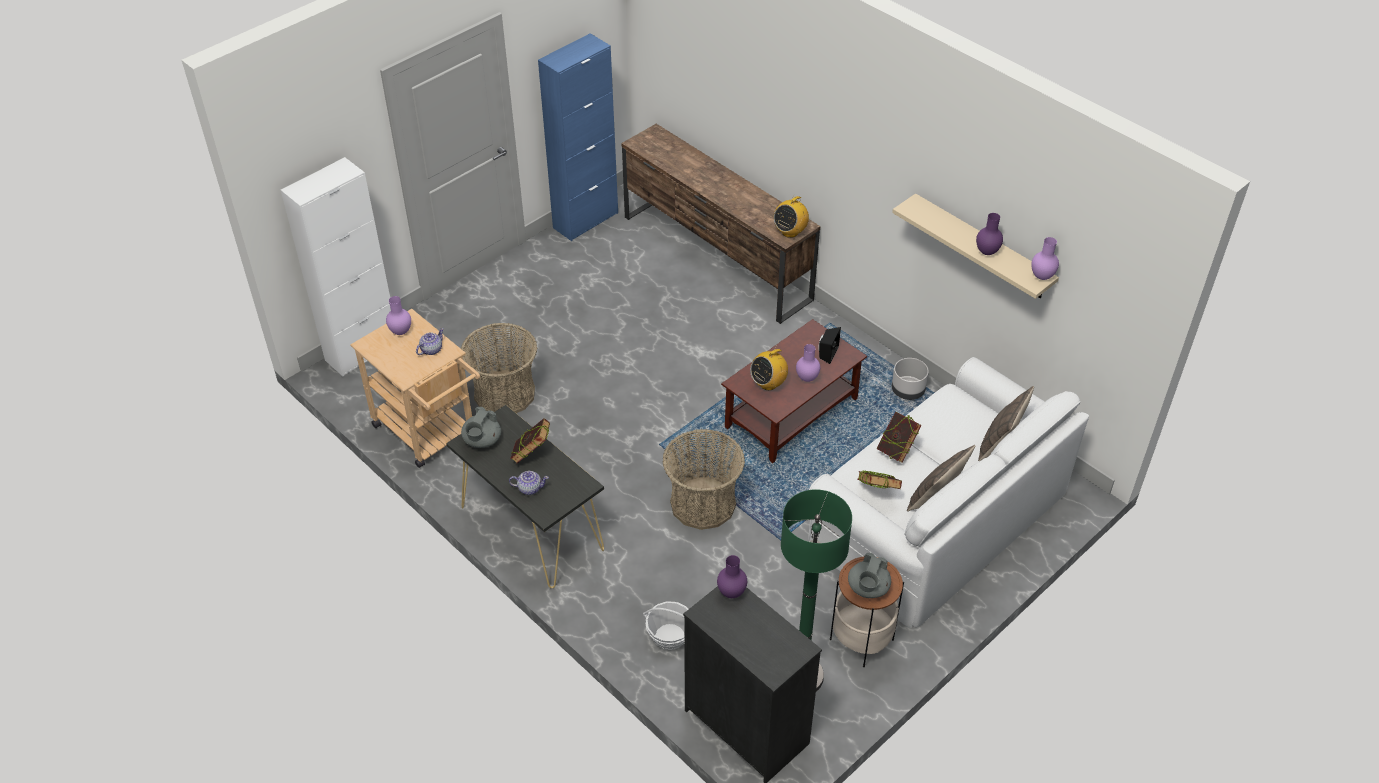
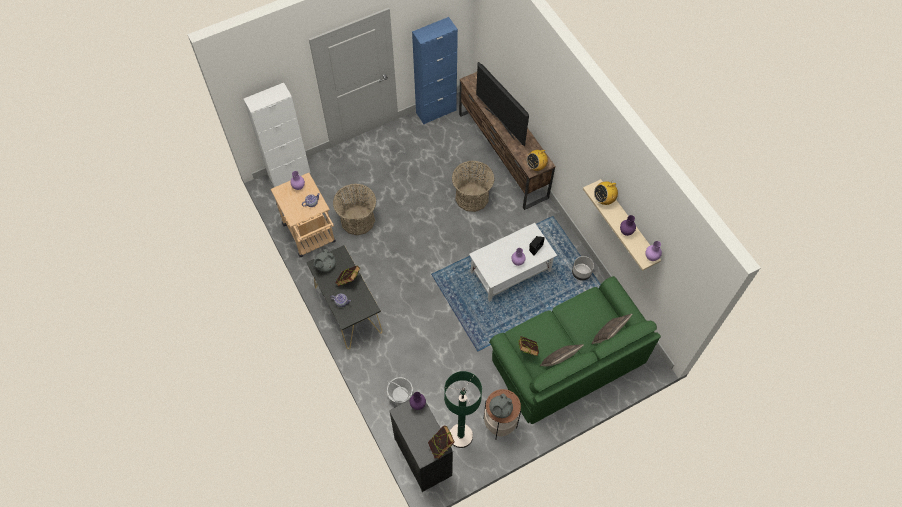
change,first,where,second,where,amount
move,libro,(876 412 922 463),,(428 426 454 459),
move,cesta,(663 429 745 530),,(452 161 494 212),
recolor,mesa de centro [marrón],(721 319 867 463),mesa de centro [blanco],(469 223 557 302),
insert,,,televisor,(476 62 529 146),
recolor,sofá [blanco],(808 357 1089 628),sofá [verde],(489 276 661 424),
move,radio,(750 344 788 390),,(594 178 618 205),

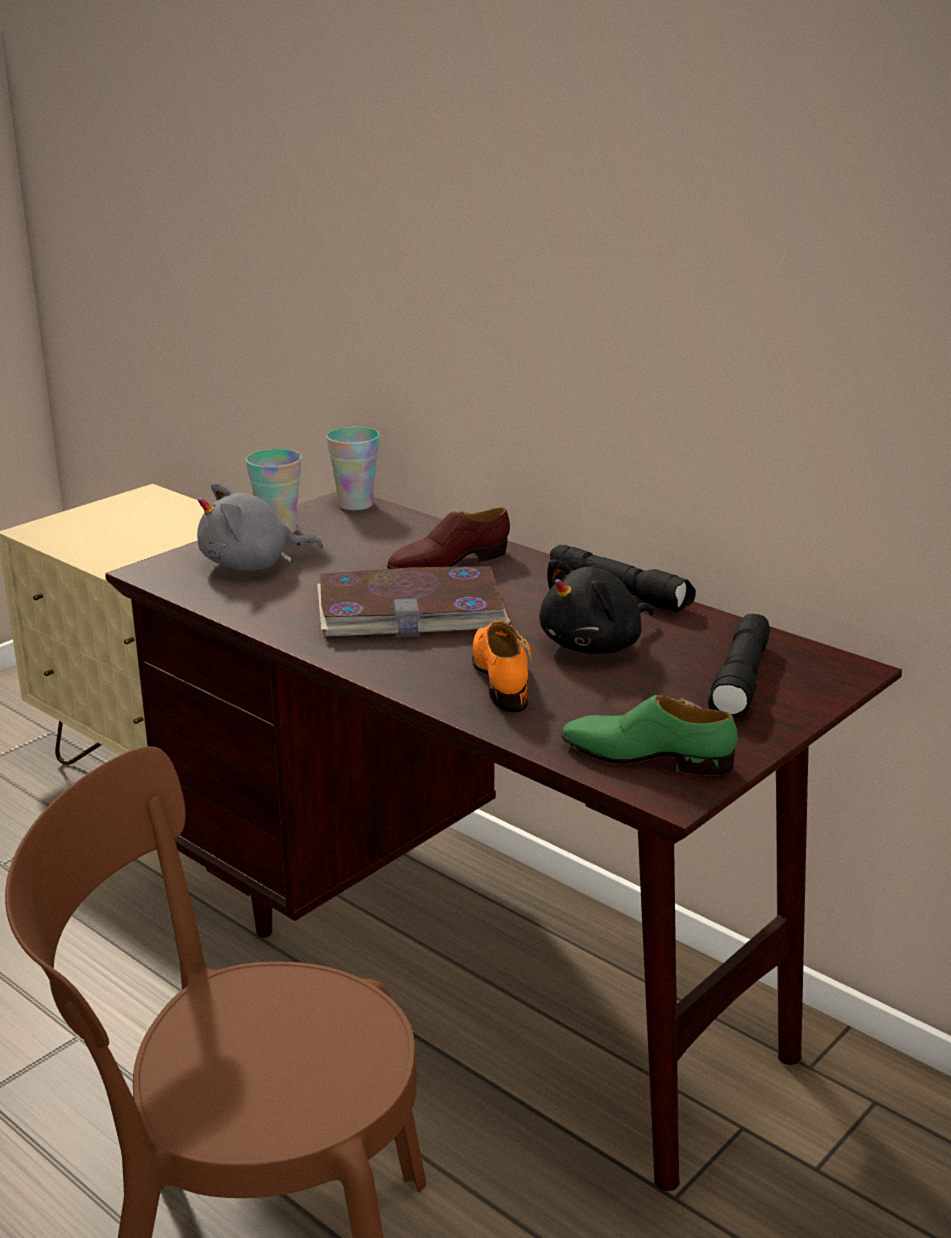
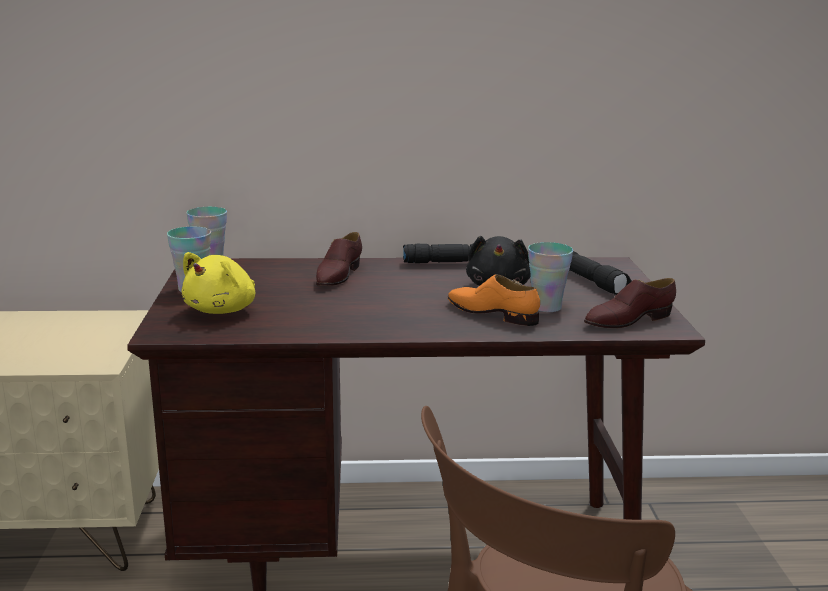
change,first,where,second,where,amount
recolor,peluche [gris],(197 483 323 571),peluche [amarillo],(181 252 255 314),
insert,,,taza,(528 242 573 312),
recolor,zapato [verde],(562 695 738 776),zapato [marrón],(584 278 676 328),
delete,libro,(317 566 510 638),,,

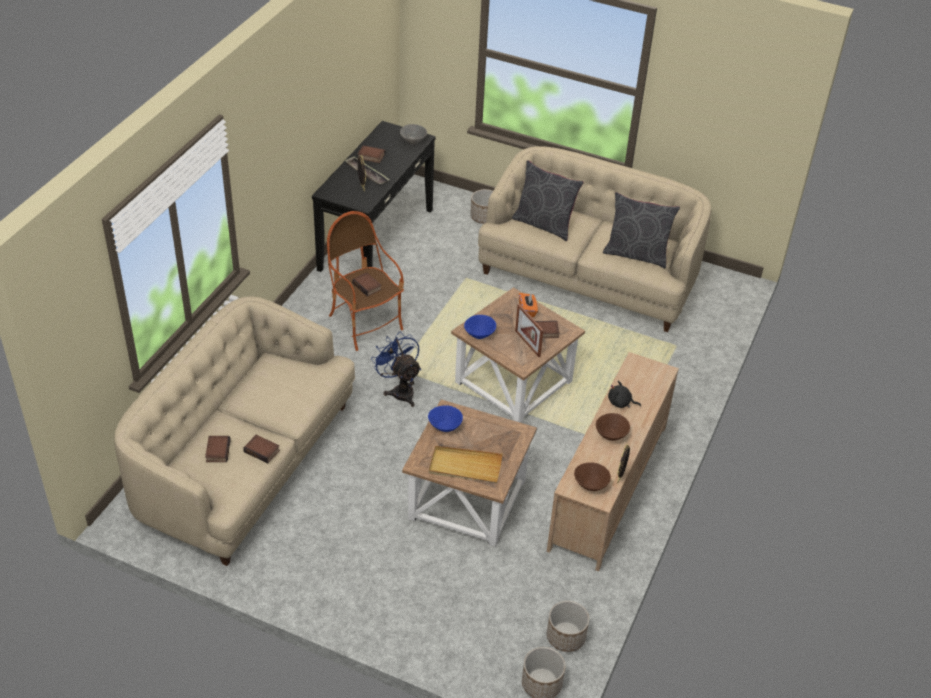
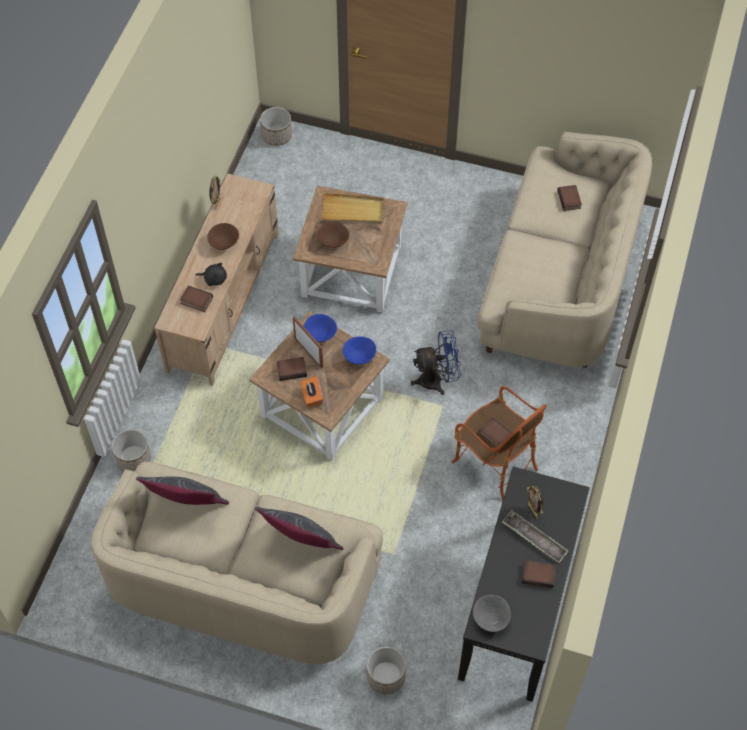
change,first,where,second,where,amount
move,maceta,(547 601 589 652),,(112 429 151 471),
move,libro,(243 435 280 463),,(180 286 213 312),
move,cuenco [azul],(428 405 463 432),,(304 314 337 342),
move,cuenco [marrón],(574 463 611 491),,(317 222 349 248),
rotate,ventilador [azul],(371 333 421 407),,(411 330 461 395),60 degrees counterclockwise

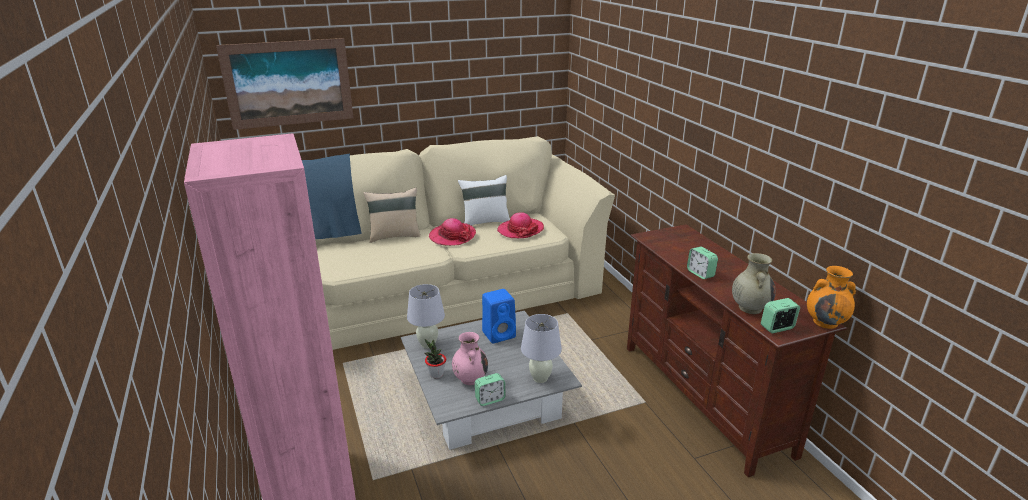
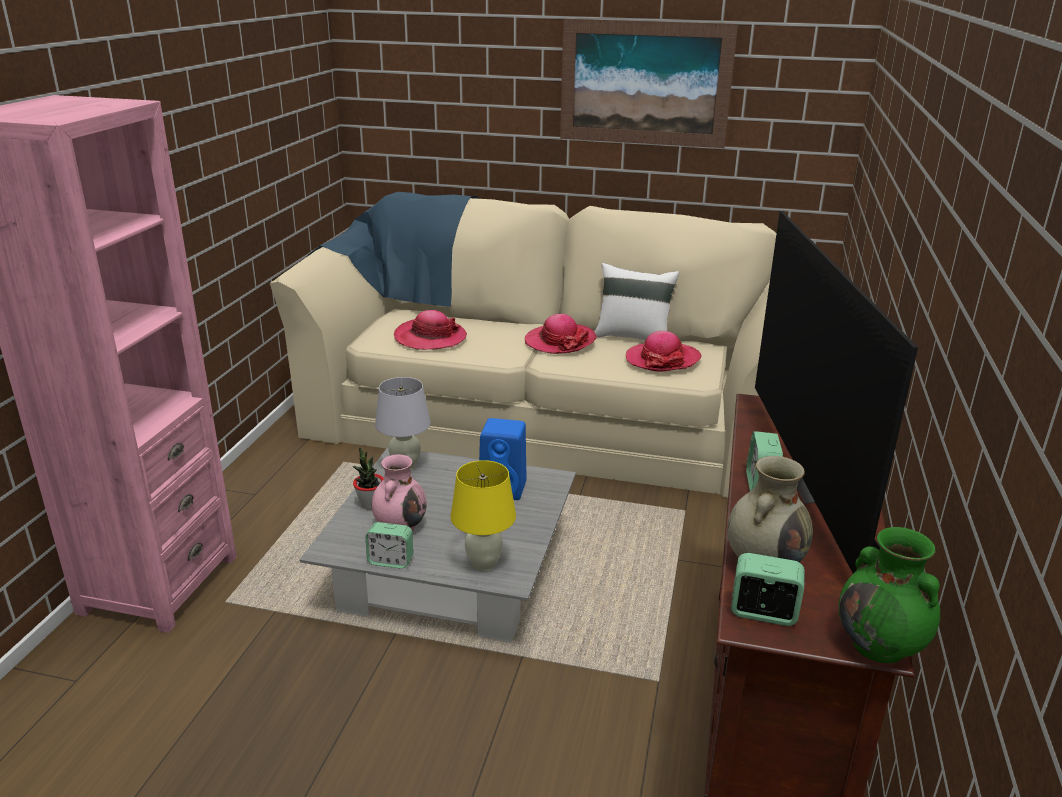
change,first,where,second,where,amount
insert,,,sombrero,(394 310 467 350),
recolor,lámpara de mesa [blanco],(521 314 562 383),lámpara de mesa [amarillo],(450 460 516 572),
move,cuadro,(216 38 353 130),,(560 18 738 148),
insert,,,televisor,(755 211 918 573),
recolor,florero [naranja],(807 266 856 329),florero [verde],(839 527 940 663),
delete,cojín [beis],(363 188 420 243),,,

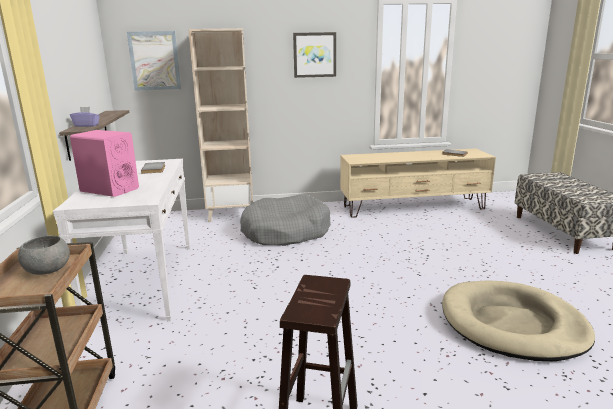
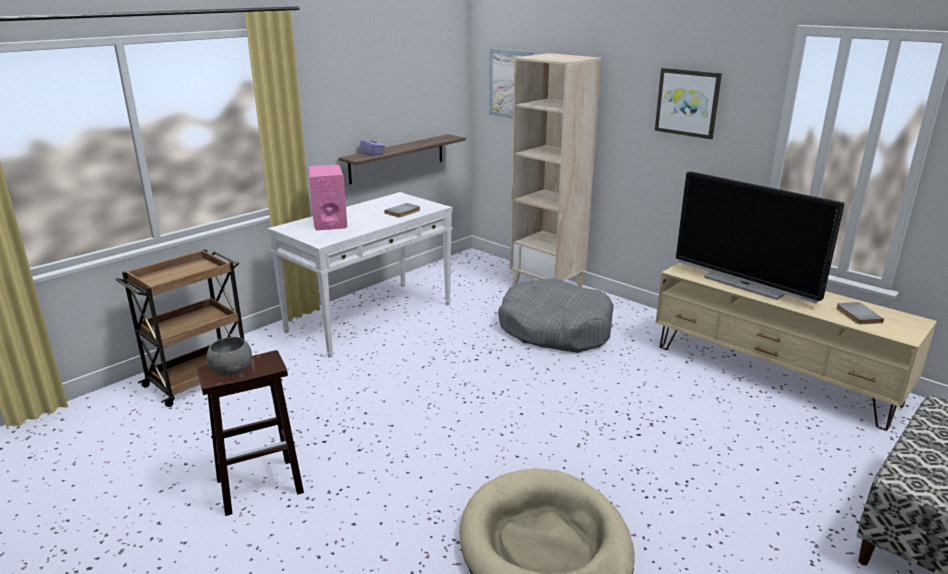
change,first,where,second,where,amount
move,cuenco [gris],(18 236 70 275),,(207 337 252 376),
insert,,,televisor,(676 171 844 303),

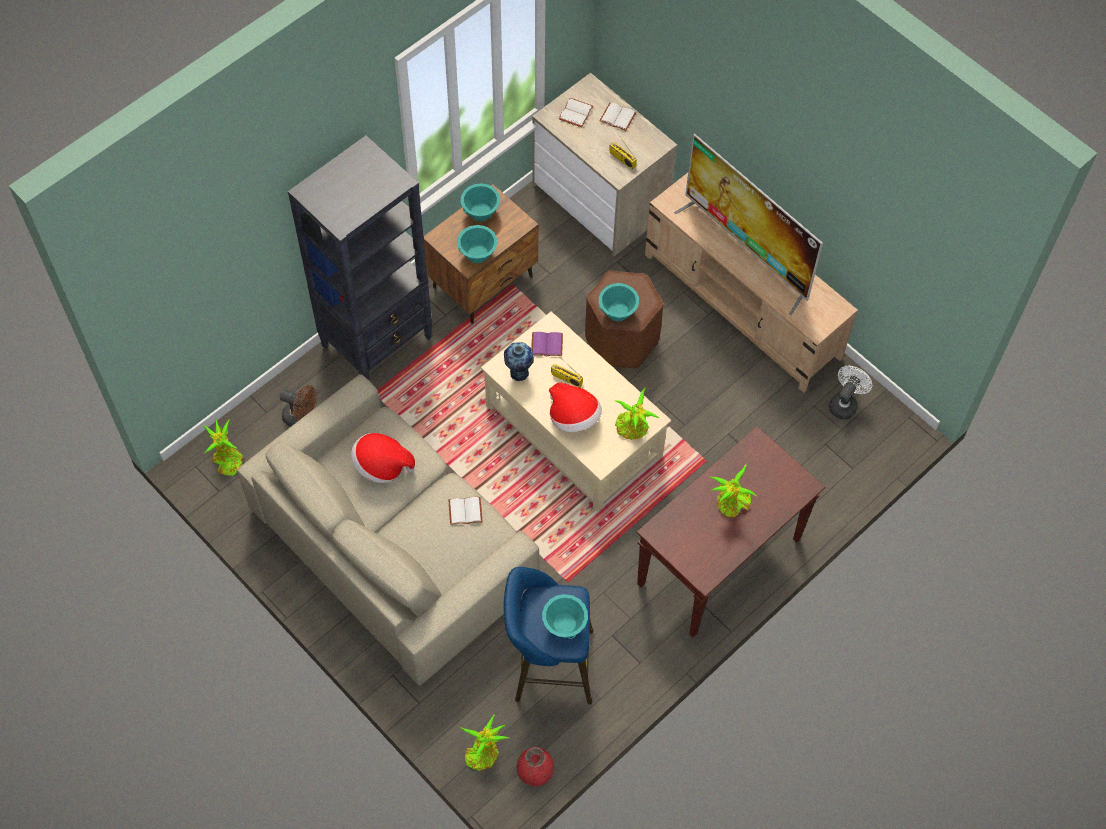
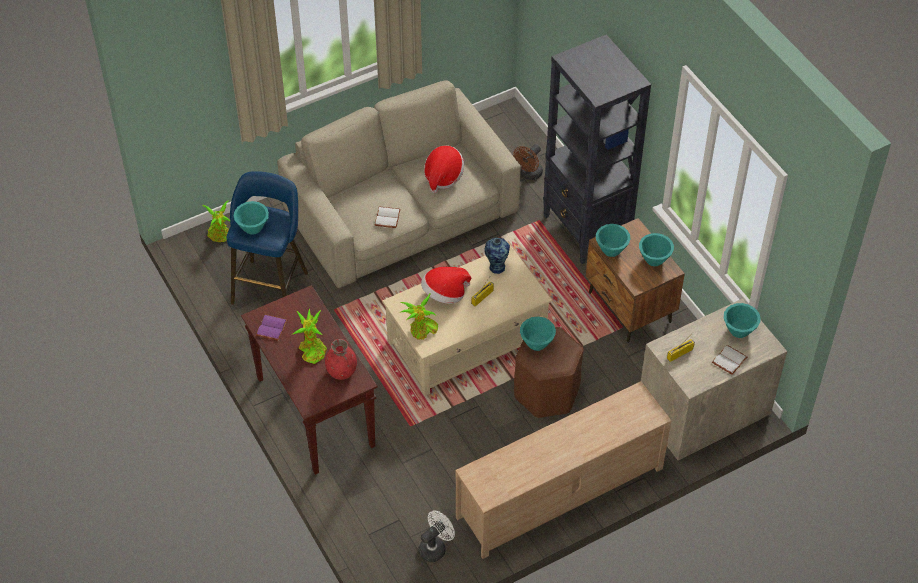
change,first,where,second,where,amount
move,libro [morado],(532 332 563 356),,(256 314 288 341),
move,florero [rojo],(517 747 554 787),,(325 339 357 380),
rotate,ventilador [blanco],(829 366 872 419),,(418 510 455 562),90 degrees counterclockwise
replace,libro [blanco],(559 98 594 127),cuenco [turquesa],(724 303 761 338),
delete,planta en maceta,(203 419 243 476),,,
delete,televisor,(674 134 823 315),,,

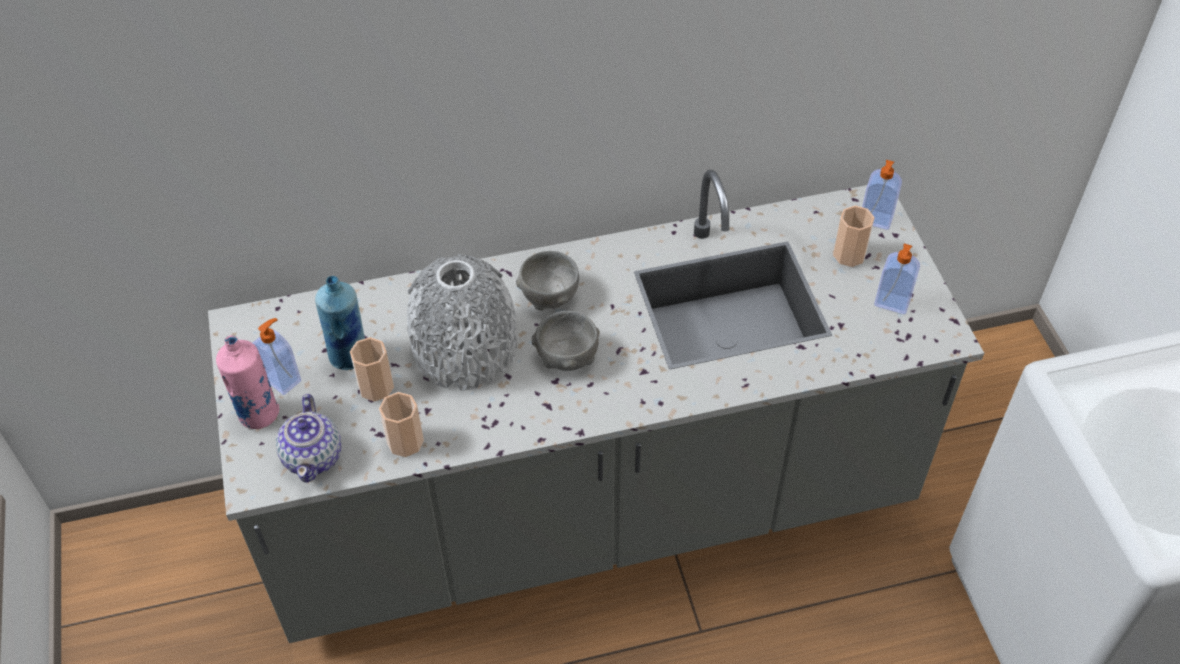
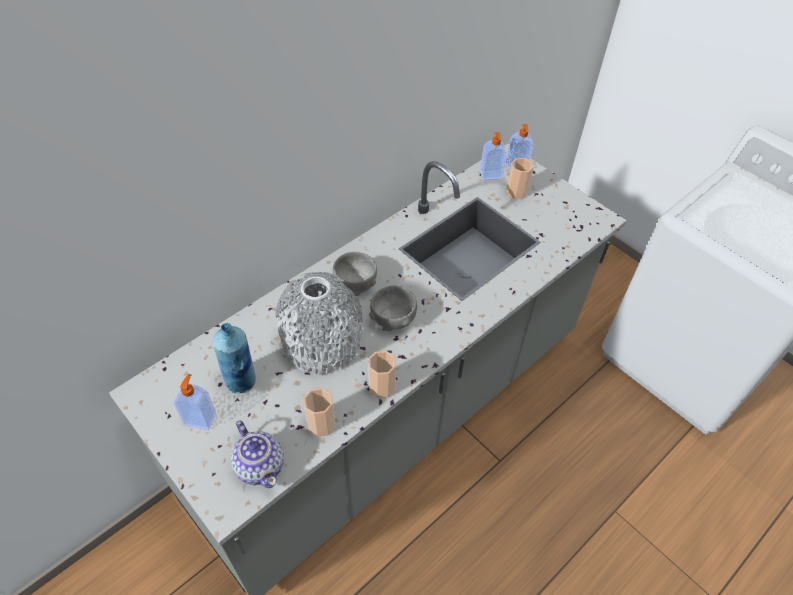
change,first,where,second,where,amount
move,taza,(350 337 394 401),,(368 351 396 398),
move,dispensador de jabón,(874 244 920 314),,(480 132 507 180),
delete,botella [rosa],(216 335 279 429),,,

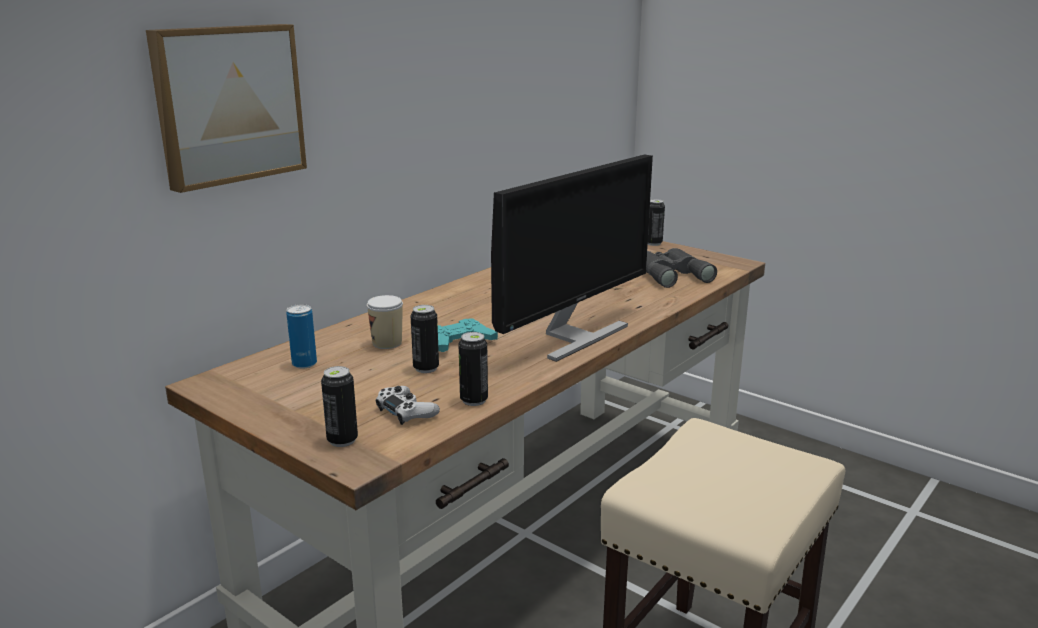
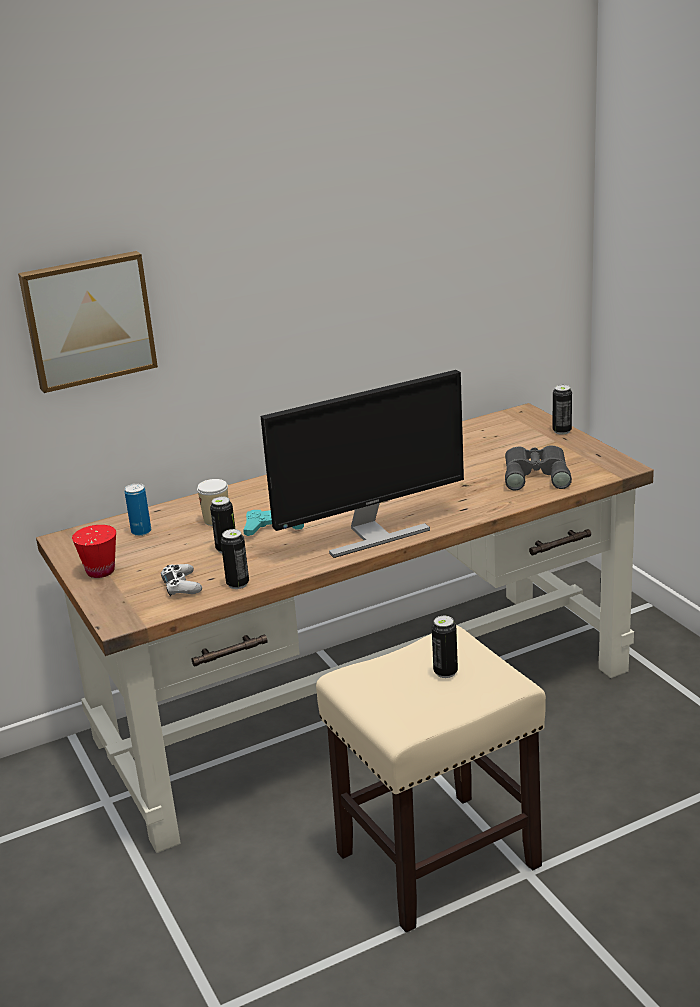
change,first,where,second,where,amount
insert,,,taza [rojo],(72 525 116 578),
move,lata,(321 366 358 447),,(432 616 458 678),

